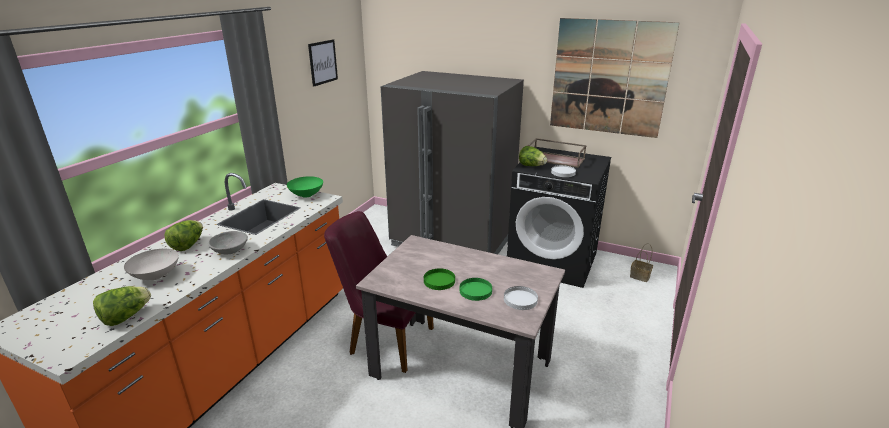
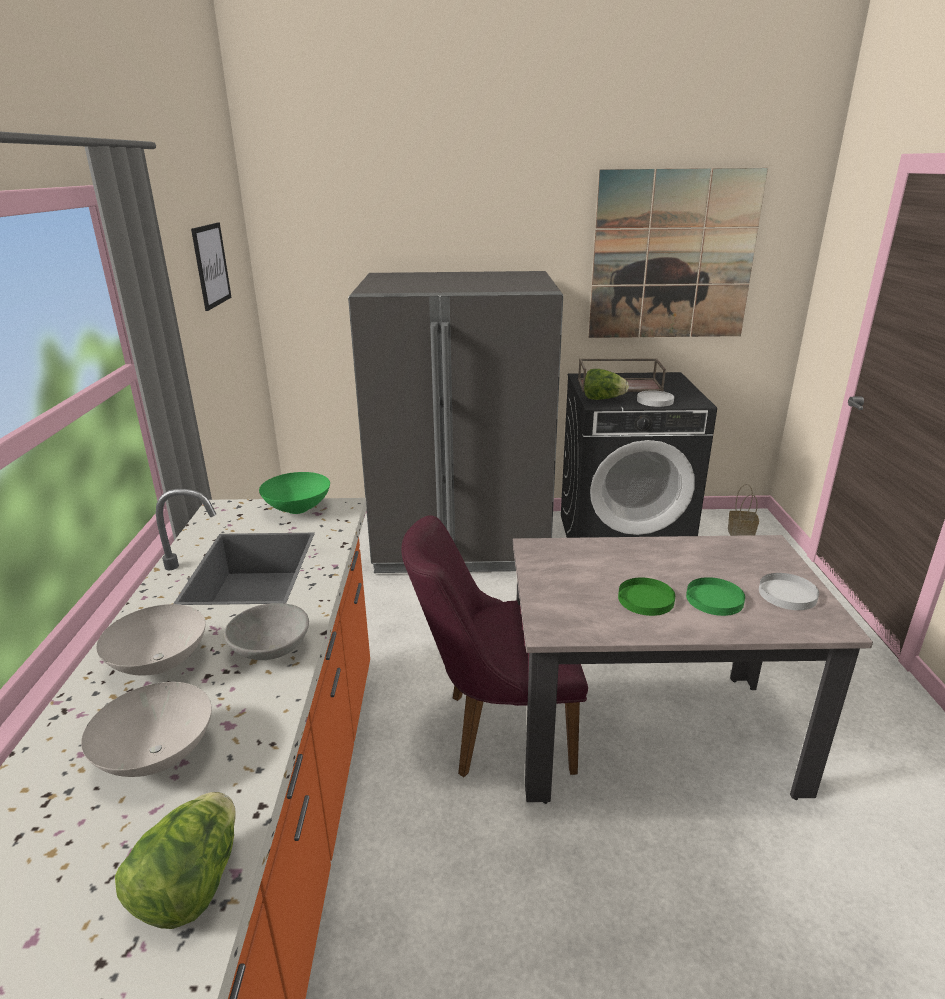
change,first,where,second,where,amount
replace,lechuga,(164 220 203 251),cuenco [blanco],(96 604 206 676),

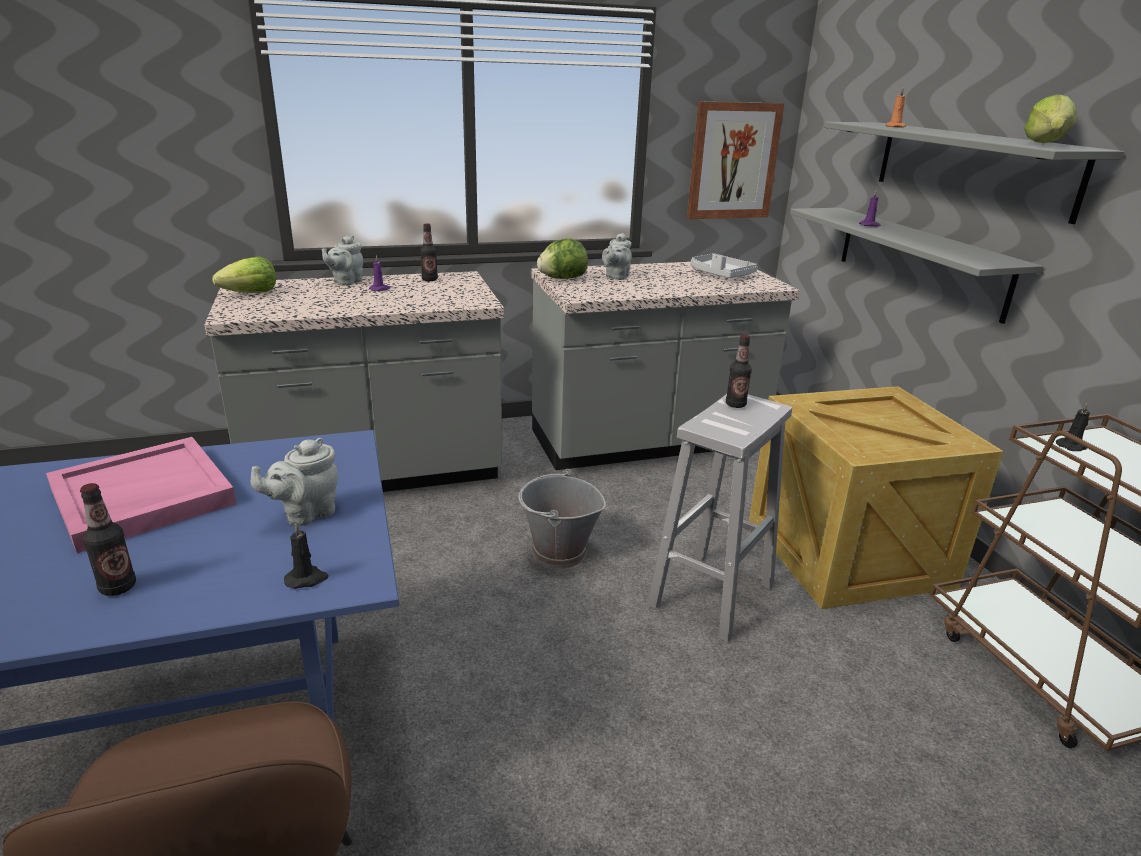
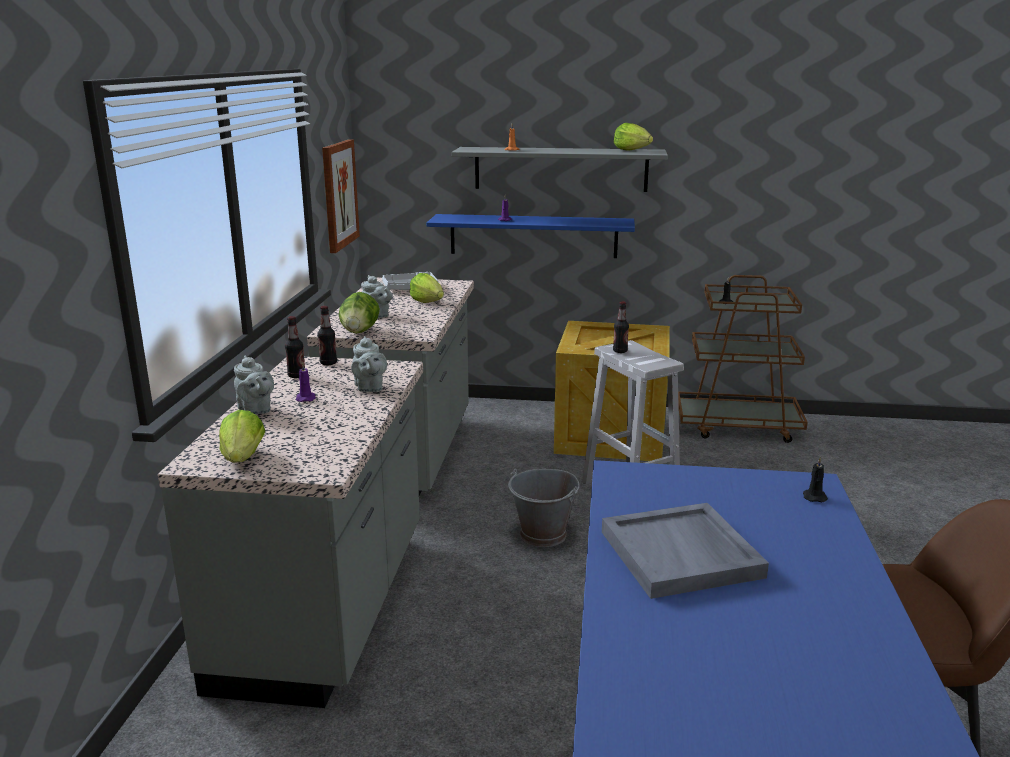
change,first,where,second,where,amount
move,botella,(80 483 136 596),,(318 306 337 365),
move,tetera [gris],(251 438 338 526),,(351 336 387 392),
insert,,,lechuga,(410 273 444 303),
recolor,estante [gris],(790 208 1044 324),estante [azul],(426 214 635 258),
recolor,bandeja [rosa],(46 437 236 553),bandeja [gris],(602 503 769 599),

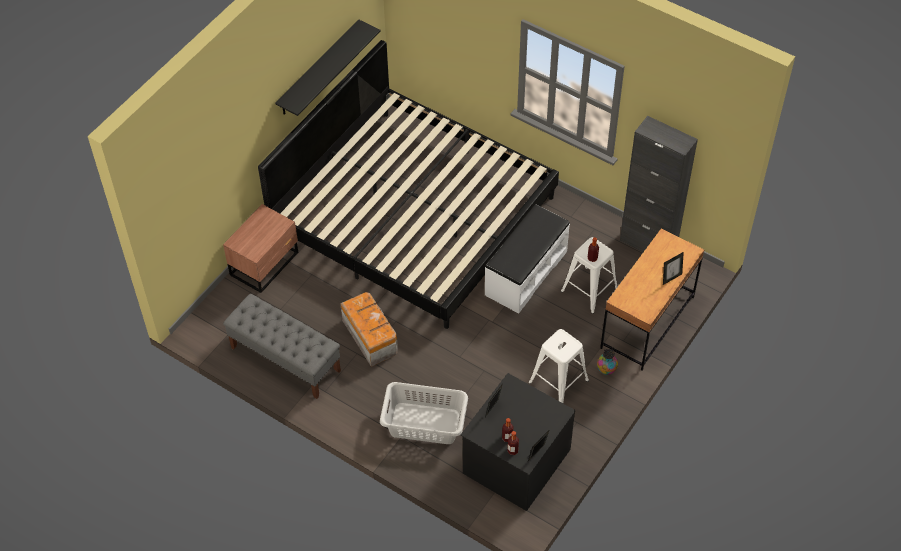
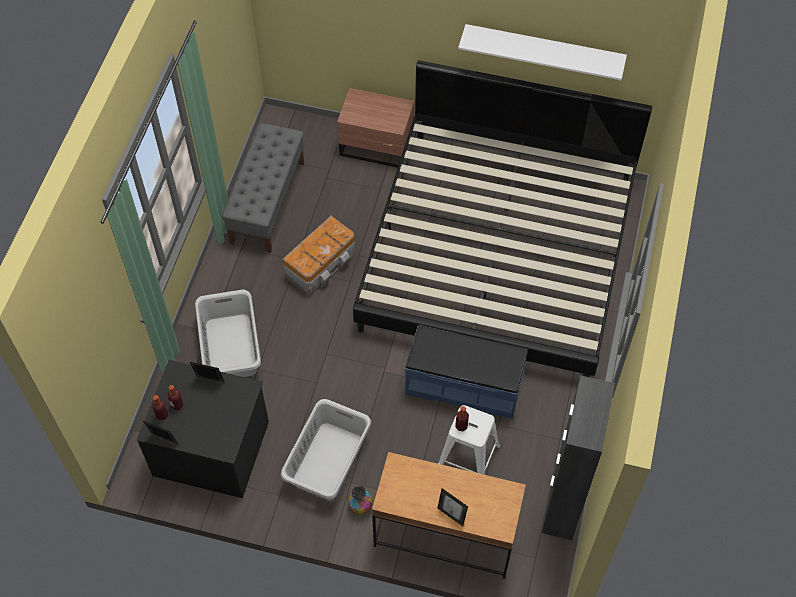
change,first,where,second,where,amount
replace,taburete [blanco],(529 329 589 403),cesto de la ropa [gris],(281 399 371 500),
recolor,banco [blanco],(485 204 570 314),banco [azul],(405 324 528 419),
recolor,estante [negro],(275 20 381 116),estante [blanco],(458 24 627 80),

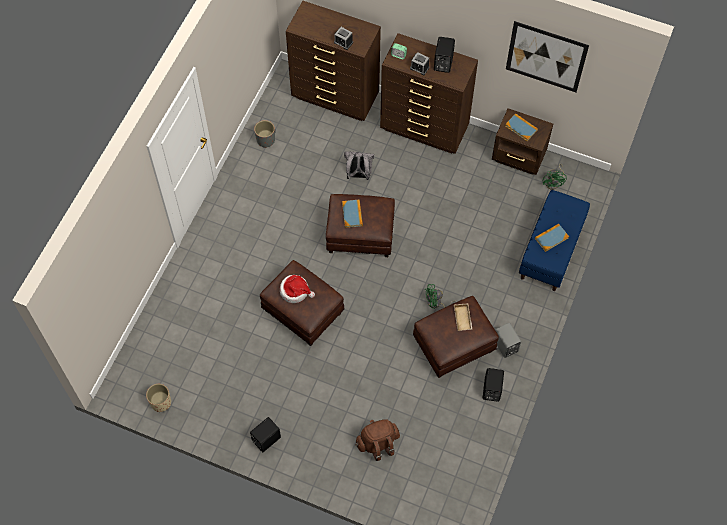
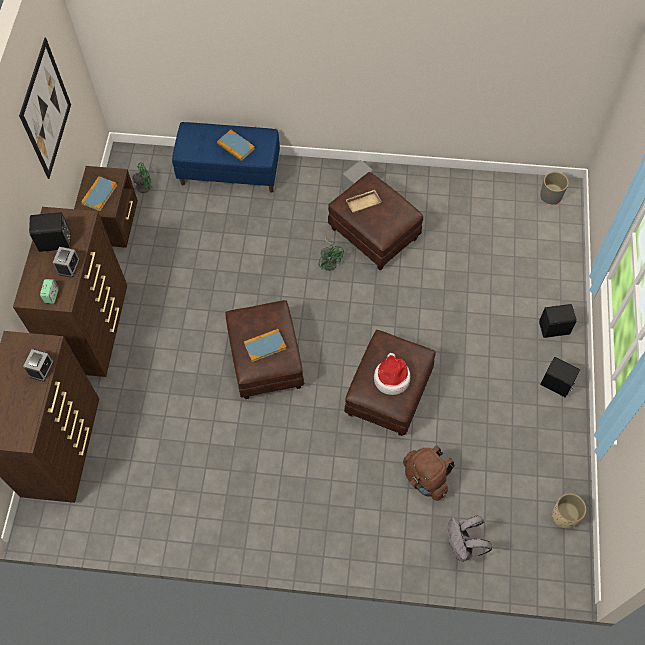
change,first,where,second,where,amount
move,mochila [marrón],(356 419 400 461),,(403 446 455 501),
move,mochila [gris],(344 151 374 180),,(448 516 492 562),
move,altavoz [negro],(483 368 504 402),,(539 304 577 338),
move,maceta [gris],(254 120 275 148),,(540 172 569 205),

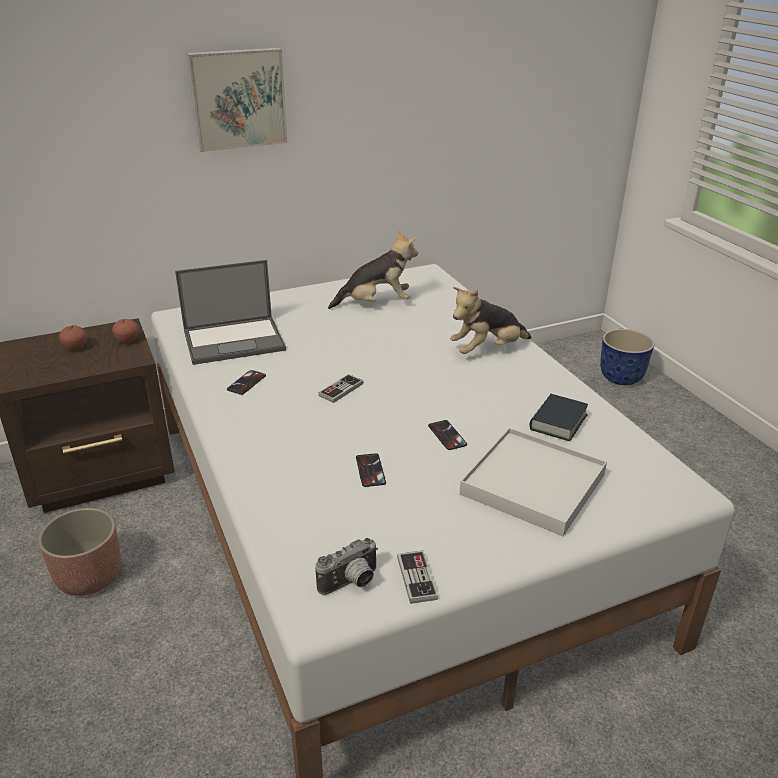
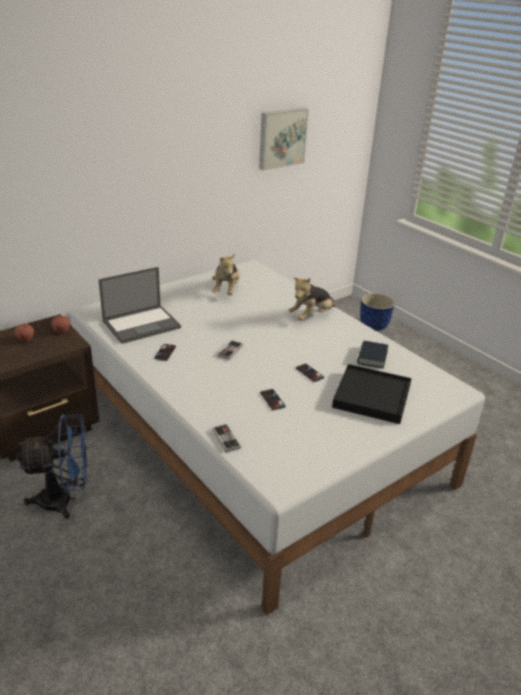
change,first,where,second,where,amount
replace,maceta,(38 508 121 596),ventilador [azul],(16 414 88 519),
rotate,peluche,(328 230 418 309),,(212 254 240 295),120 degrees clockwise
move,mando de consola,(397 551 438 604),,(212 424 241 453),
move,cuadro,(186 48 288 152),,(259 108 309 171),
recolor,bandeja [blanco],(459 428 607 536),bandeja [negro],(332 364 412 424),
delete,cámara,(315 538 378 595),,,

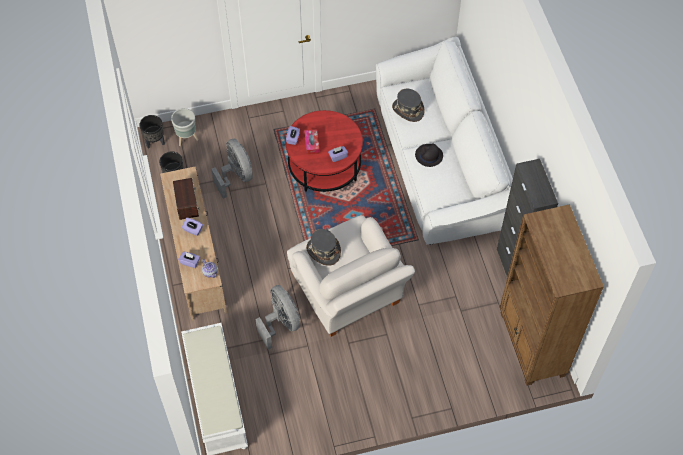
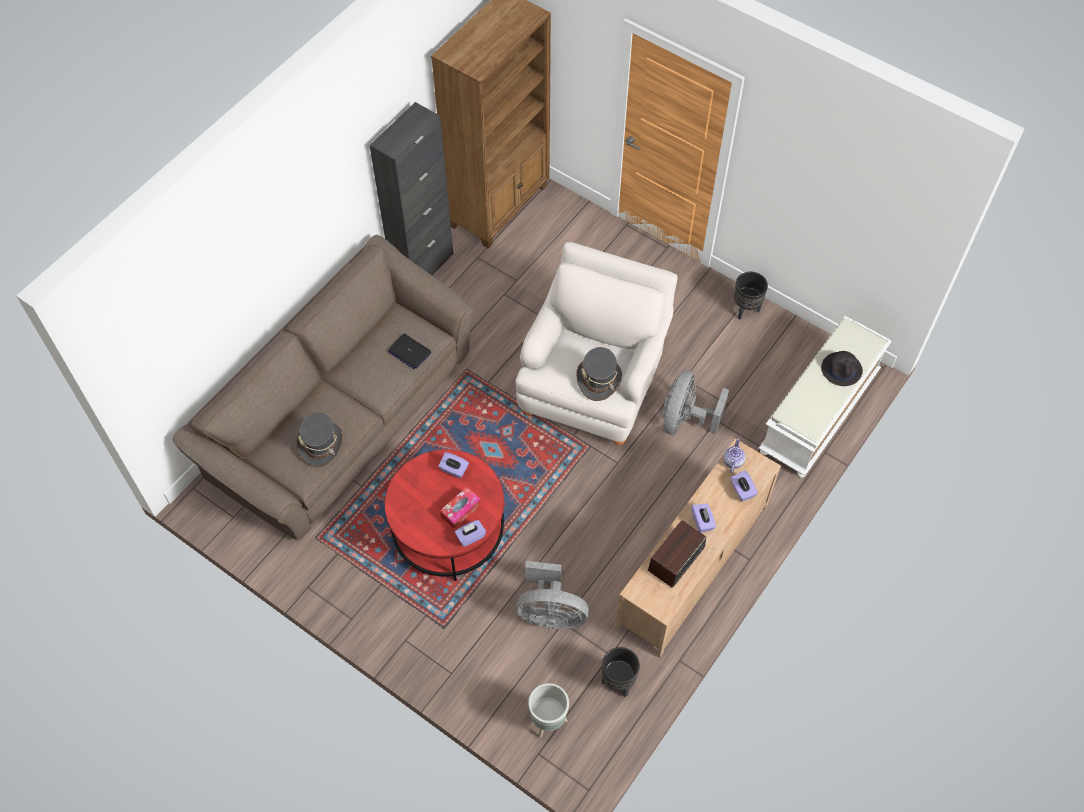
change,first,where,second,where,amount
recolor,sofá [blanco],(376 37 513 245),sofá [marrón],(172 235 474 541),
insert,,,portátil,(388 334 432 370),
rotate,ventilador [gris],(211 139 253 199),,(517 561 589 629),105 degrees counterclockwise
move,maceta [negro],(139 115 165 149),,(734 272 768 320),
move,sombrero [negro],(415 143 443 167),,(821 351 863 386),

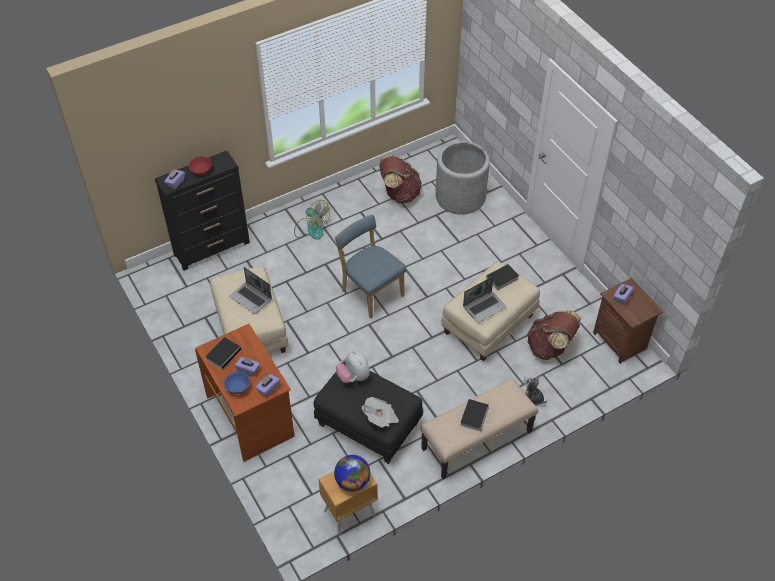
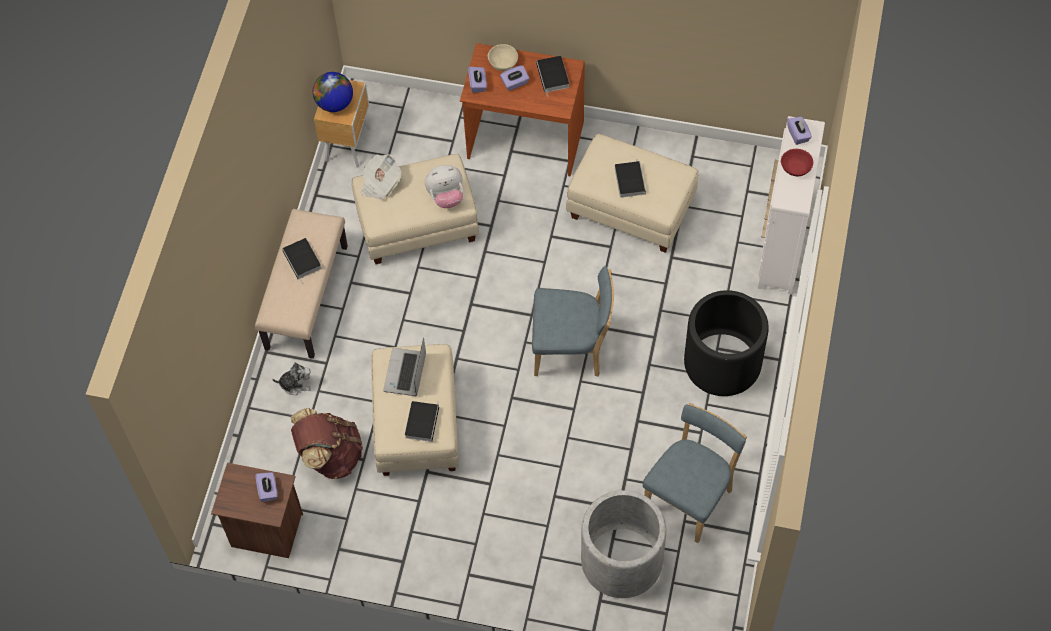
change,first,where,second,where,amount
recolor,puf [negro],(314 362 423 464),puf [beis],(352 154 479 264),
rotate,peluche,(336 351 370 383),,(425 165 463 208),150 degrees clockwise
recolor,cuenco [azul],(224 372 250 394),cuenco [beis],(488 44 518 71),
replace,portátil,(229 267 272 314),libro,(615 160 646 198),
replace,mochila [marrón],(379 155 422 203),silla [azul],(642 403 747 543),
replace,ventilador,(294 200 330 240),maceta [negro],(684 290 769 396),
recolor,cómoda [negro],(155 151 250 271),cómoda [blanco],(758 116 825 294),

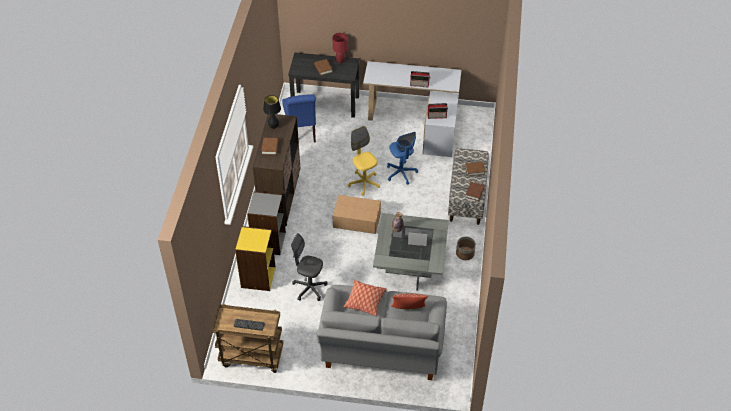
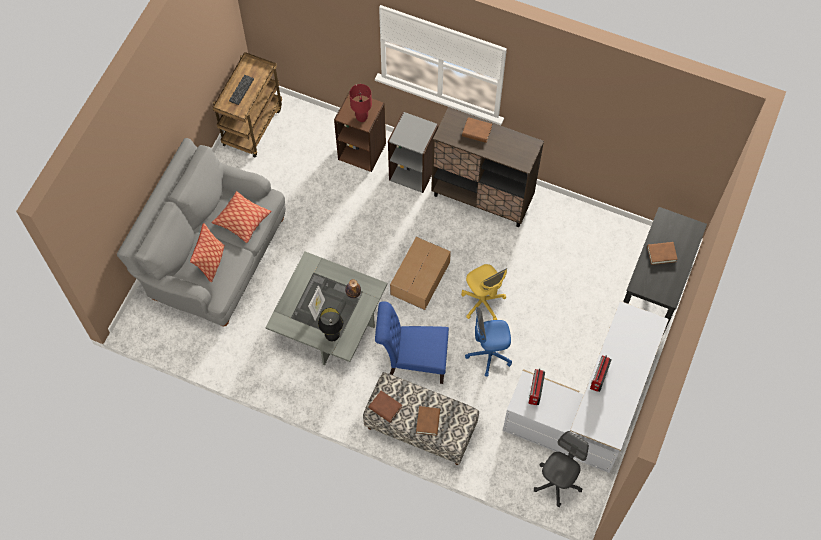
change,first,where,second,where,amount
move,lámpara de mesa [negro],(263 95 281 129),,(318 308 343 341),
recolor,estantería [amarillo],(235 226 276 291),estantería [marrón],(334 90 386 172),
move,lámpara de mesa [rojo],(332 33 348 63),,(349 84 372 122),
move,silla [azul],(282 94 316 143),,(375 301 449 384),
rotate,silla de oficina [amarillo],(348 126 380 196),,(461 264 507 320),75 degrees clockwise
move,silla de oficina [gris],(291 233 328 301),,(534 431 589 507),
delete,maceta,(456 237 476 260),,,

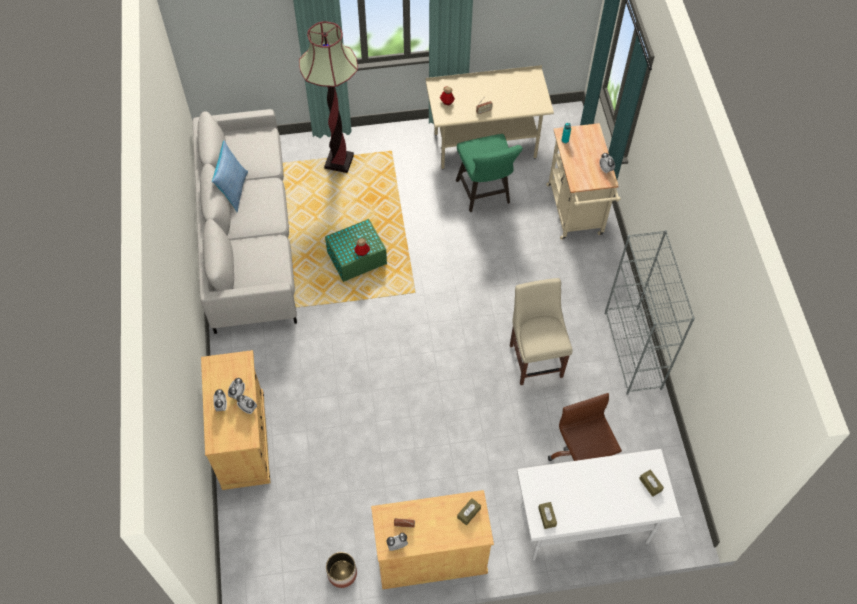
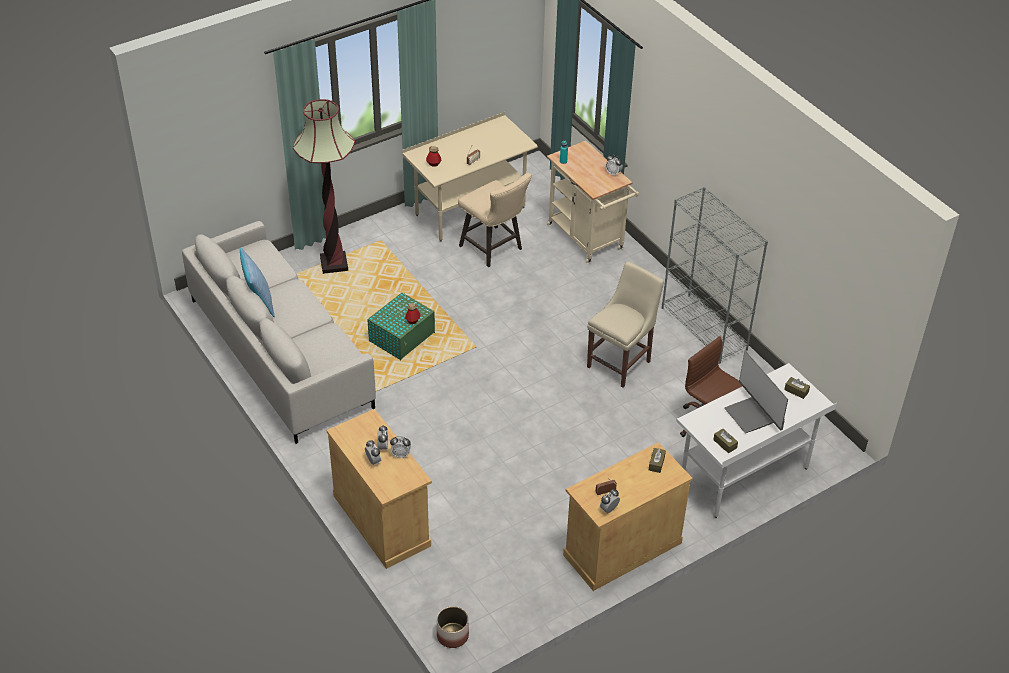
change,first,where,second,where,amount
move,maceta,(326 552 357 588),,(437 606 469 648),
recolor,taburete [verde],(456 134 523 212),taburete [beis],(458 173 532 267),
rotate,silla [beis],(510 278 573 385),,(587 261 664 388),75 degrees clockwise
insert,,,monitor,(724 350 788 433),

